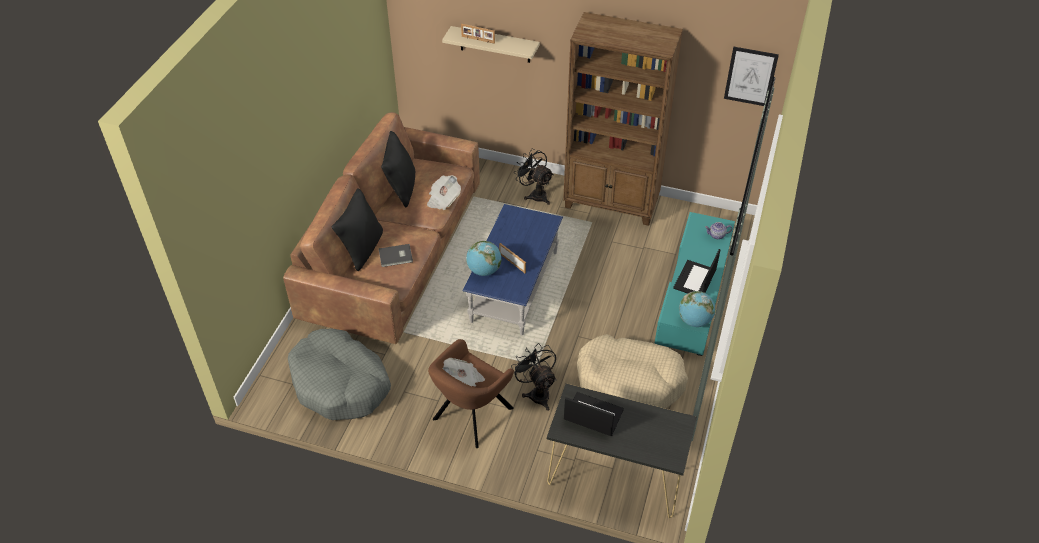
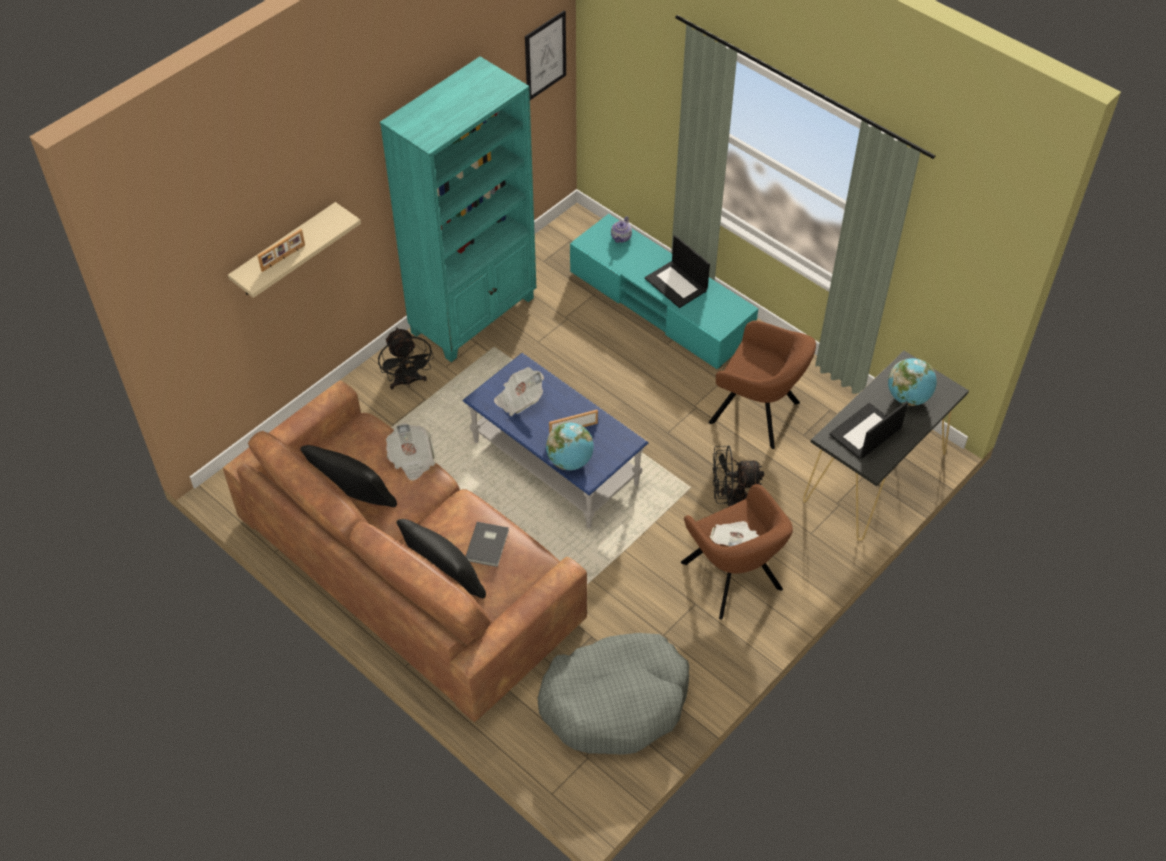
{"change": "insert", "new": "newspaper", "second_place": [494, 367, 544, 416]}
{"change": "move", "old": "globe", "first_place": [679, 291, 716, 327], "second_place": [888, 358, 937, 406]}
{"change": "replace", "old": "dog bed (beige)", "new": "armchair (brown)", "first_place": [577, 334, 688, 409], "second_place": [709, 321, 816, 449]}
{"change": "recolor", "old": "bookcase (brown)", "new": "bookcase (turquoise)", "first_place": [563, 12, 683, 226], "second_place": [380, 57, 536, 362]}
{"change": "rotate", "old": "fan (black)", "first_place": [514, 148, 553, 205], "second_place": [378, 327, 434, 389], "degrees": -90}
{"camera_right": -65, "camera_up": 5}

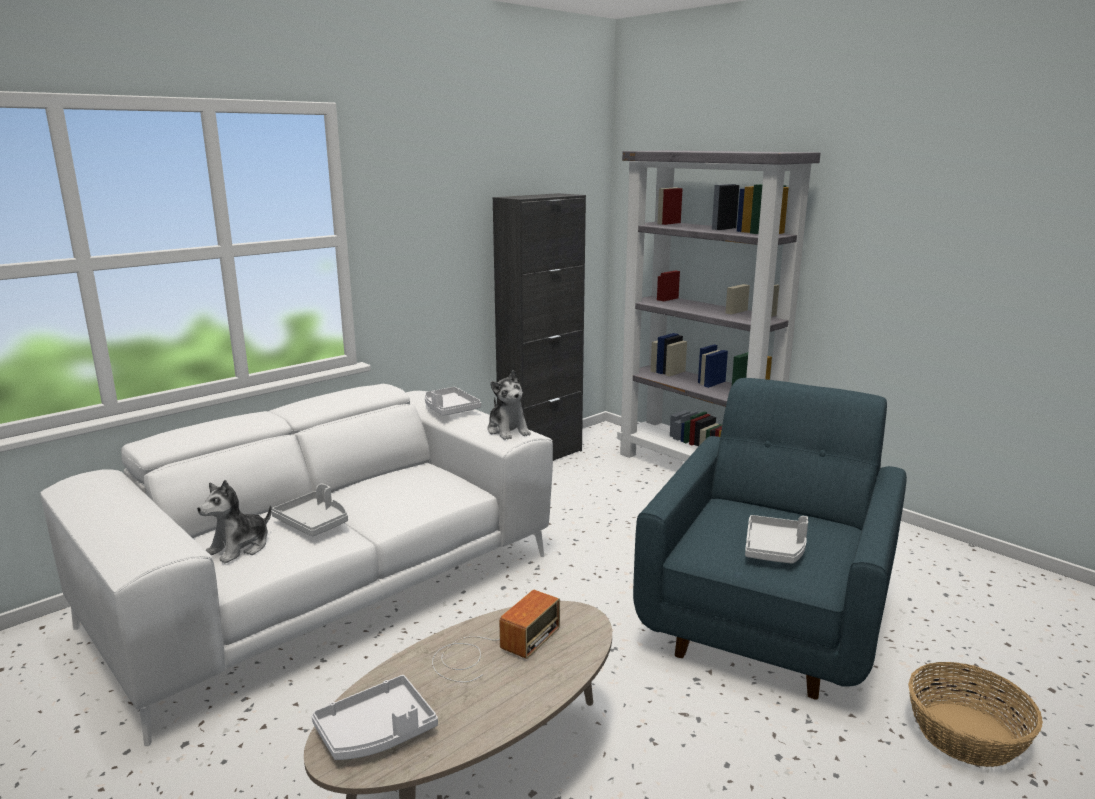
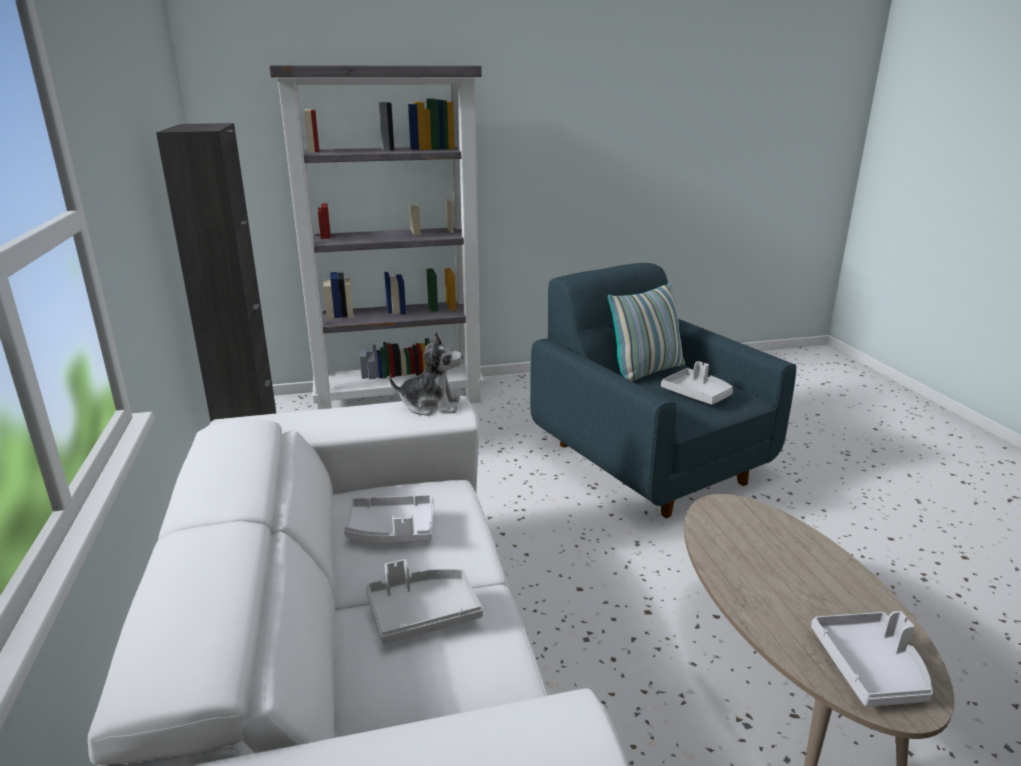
{"change": "delete", "old": "plush toy", "first_place": [197, 480, 272, 563]}
{"change": "delete", "old": "radio", "first_place": [432, 590, 560, 682]}
{"change": "delete", "old": "basket", "first_place": [908, 662, 1043, 767]}
{"change": "insert", "new": "pillow", "second_place": [608, 282, 685, 381]}
{"change": "move", "old": "tray (white)", "first_place": [425, 387, 481, 416], "second_place": [344, 495, 433, 543]}
{"camera_right": -60, "camera_up": 5}

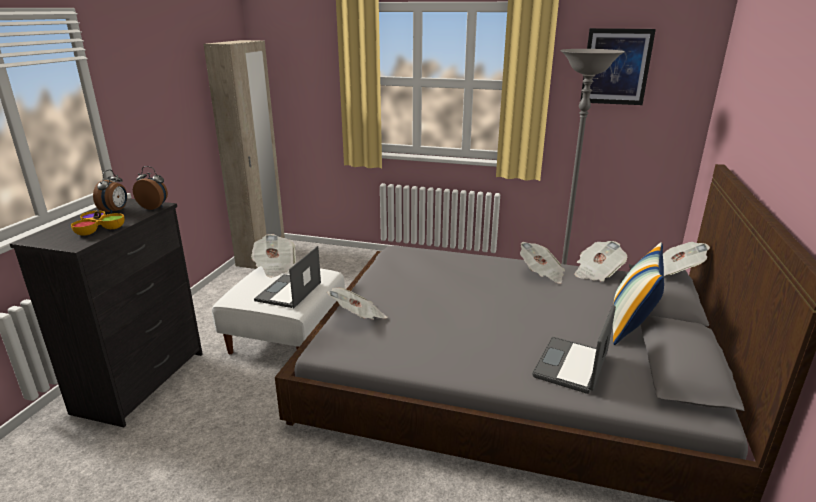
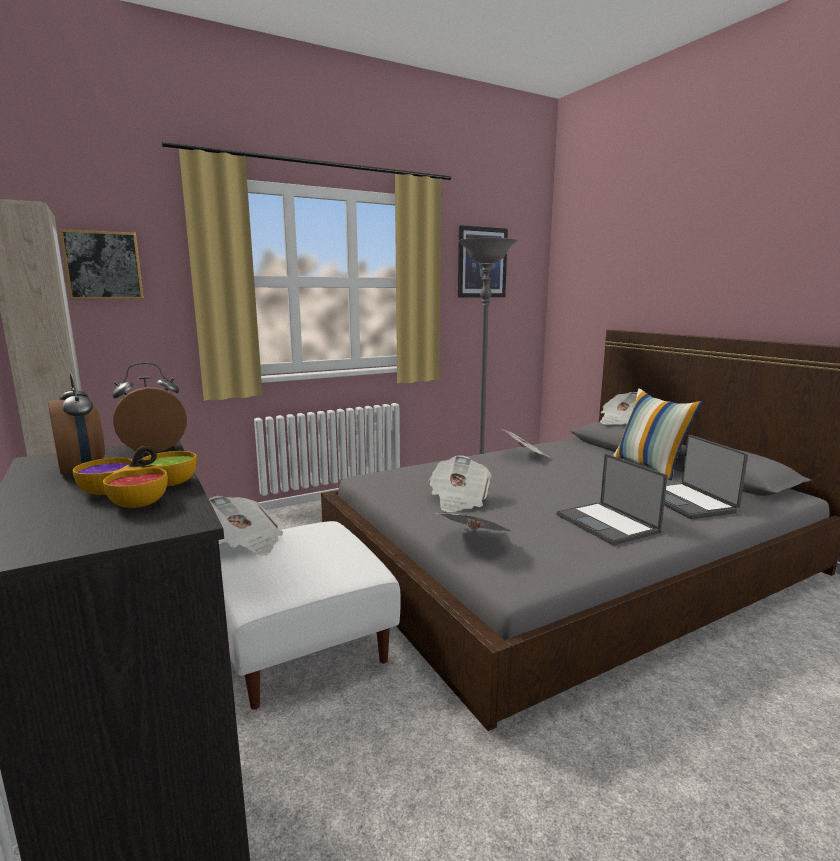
{"change": "insert", "new": "picture", "second_place": [59, 229, 144, 299]}
{"change": "move", "old": "laptop", "first_place": [254, 246, 321, 308], "second_place": [556, 453, 668, 546]}
{"change": "move", "old": "newspaper", "first_place": [574, 241, 627, 281], "second_place": [429, 455, 491, 512]}
{"camera_right": -45, "camera_up": -10}

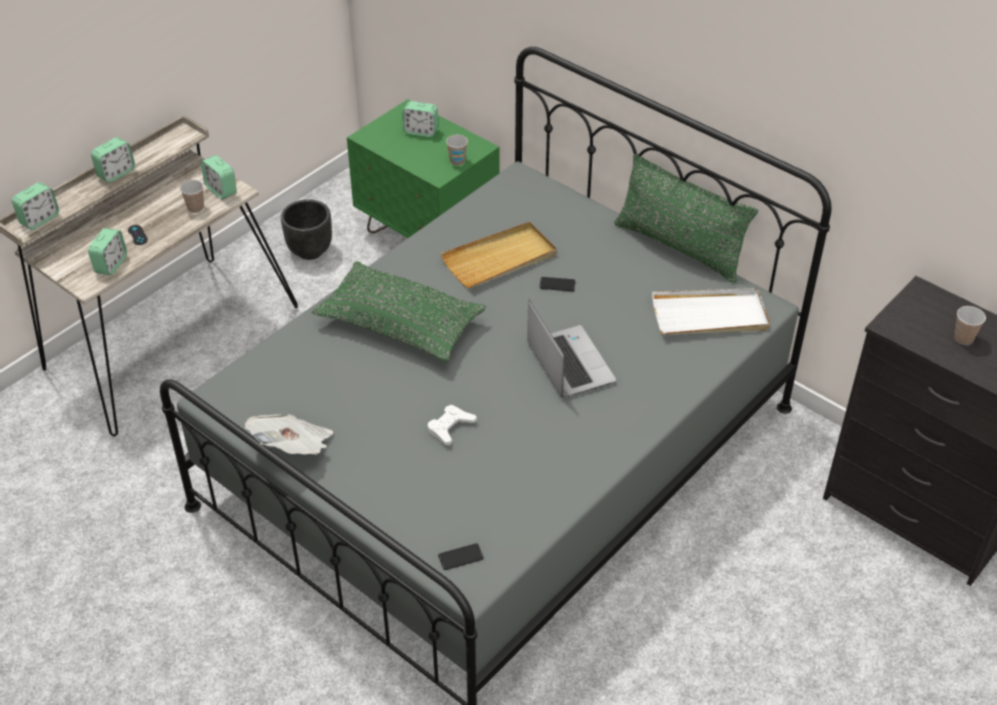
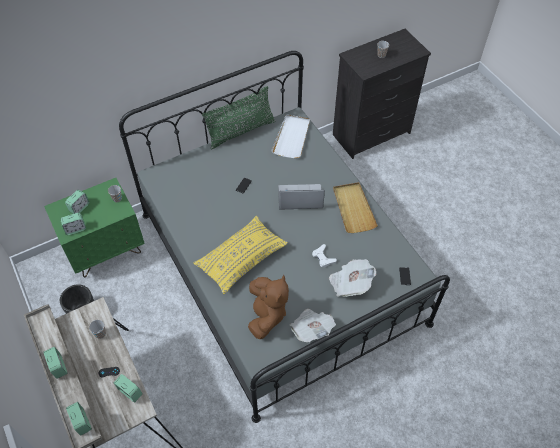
{"change": "insert", "new": "plush toy (brown)", "second_place": [248, 275, 289, 339]}
{"change": "insert", "new": "newspaper", "second_place": [329, 259, 376, 297]}
{"change": "move", "old": "alarm clock", "first_place": [201, 155, 237, 199], "second_place": [61, 213, 86, 235]}
{"change": "move", "old": "tray (beige)", "first_place": [441, 222, 557, 288], "second_place": [333, 182, 378, 233]}
{"change": "recolor", "old": "pillow (green)", "new": "pillow (yellow)", "first_place": [312, 261, 486, 362], "second_place": [194, 216, 288, 294]}
{"camera_right": -70, "camera_up": 10}

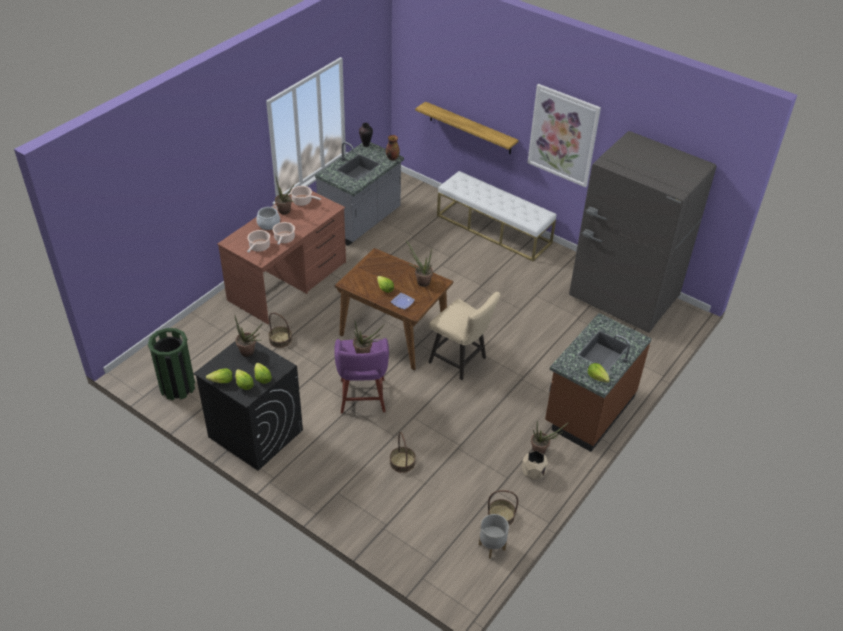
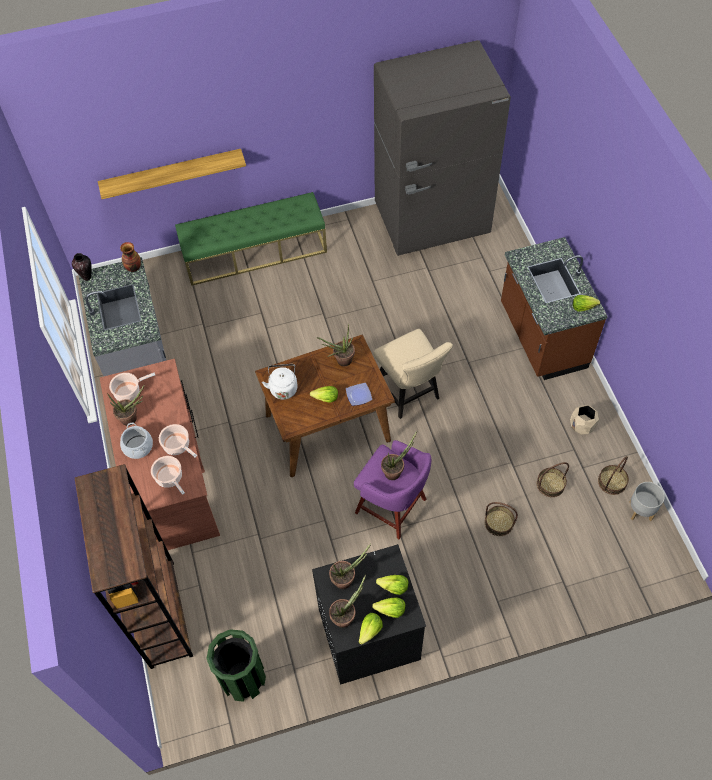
{"change": "delete", "old": "picture", "first_place": [527, 84, 601, 188]}
{"change": "insert", "new": "bookcase (brown)", "second_place": [74, 464, 193, 669]}
{"change": "insert", "new": "kettle (white)", "second_place": [262, 364, 298, 400]}
{"change": "move", "old": "basket", "first_place": [268, 312, 292, 348], "second_place": [537, 462, 569, 497]}
{"change": "move", "old": "potted plant", "first_place": [531, 420, 569, 454], "second_place": [329, 574, 366, 628]}
{"change": "recolor", "old": "bench (white)", "new": "bench (green)", "first_place": [437, 171, 557, 261], "second_place": [175, 192, 327, 286]}
{"change": "rotate", "old": "chair (beige)", "first_place": [428, 292, 501, 380], "second_place": [373, 329, 453, 419], "degrees": 75}
{"camera_right": -50, "camera_up": 15}

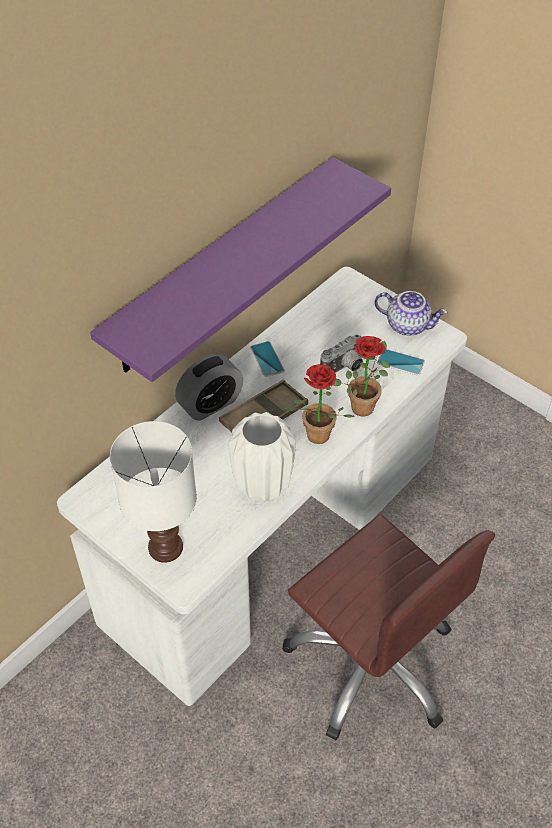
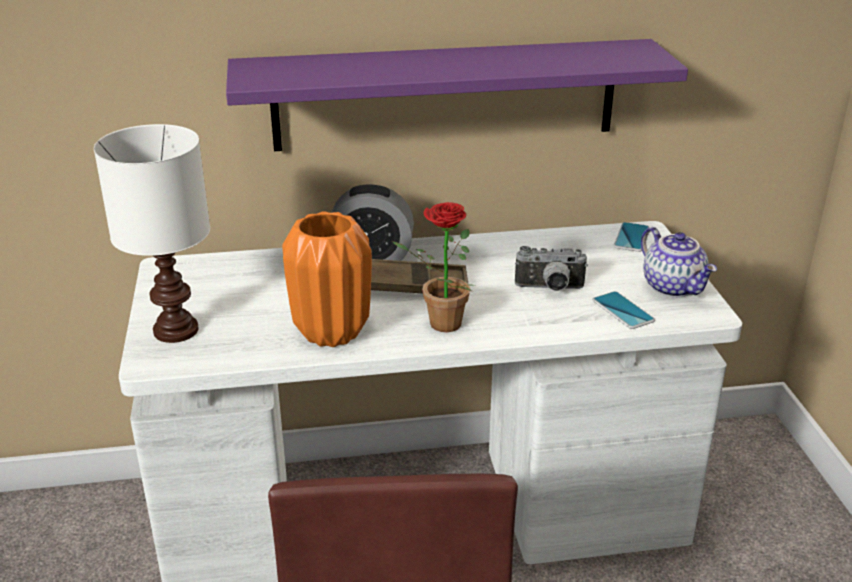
{"change": "delete", "old": "potted plant", "first_place": [333, 336, 390, 417]}
{"change": "move", "old": "phone", "first_place": [250, 341, 285, 377], "second_place": [613, 222, 649, 252]}
{"change": "recolor", "old": "vase (white)", "new": "vase (orange)", "first_place": [228, 412, 296, 502], "second_place": [282, 211, 372, 347]}
{"camera_right": 40, "camera_up": -20}

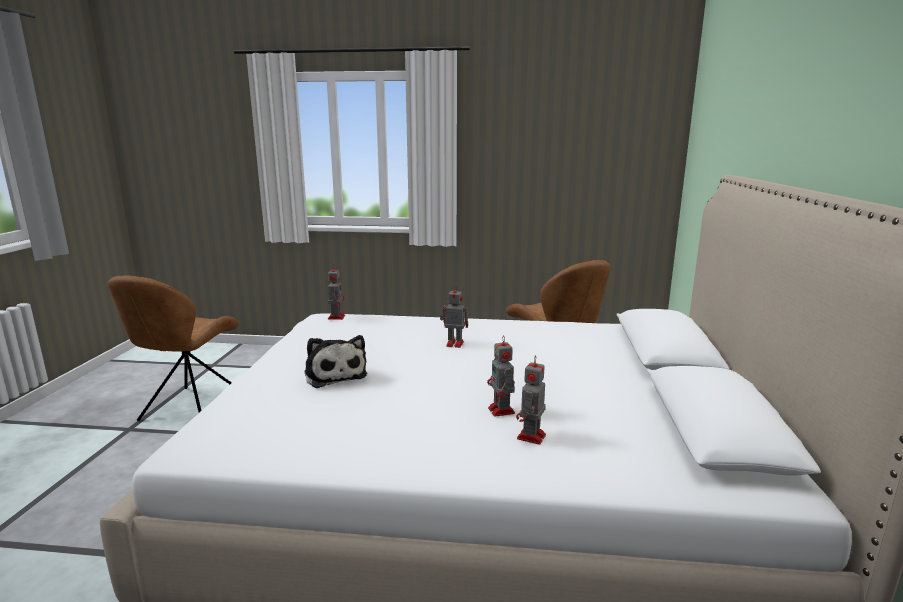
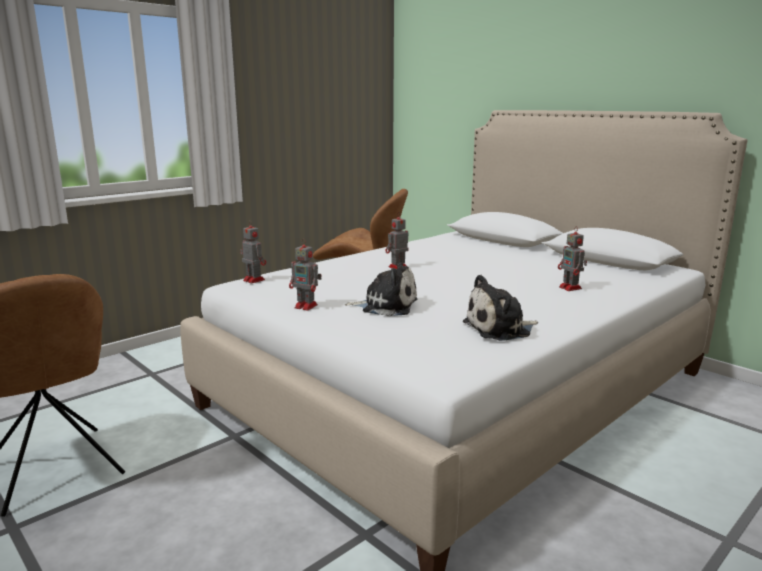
{"change": "insert", "new": "plush toy", "second_place": [463, 275, 538, 341]}
{"change": "move", "old": "toy robot", "first_place": [487, 335, 515, 417], "second_place": [289, 239, 322, 311]}
{"camera_right": -50, "camera_up": 0}

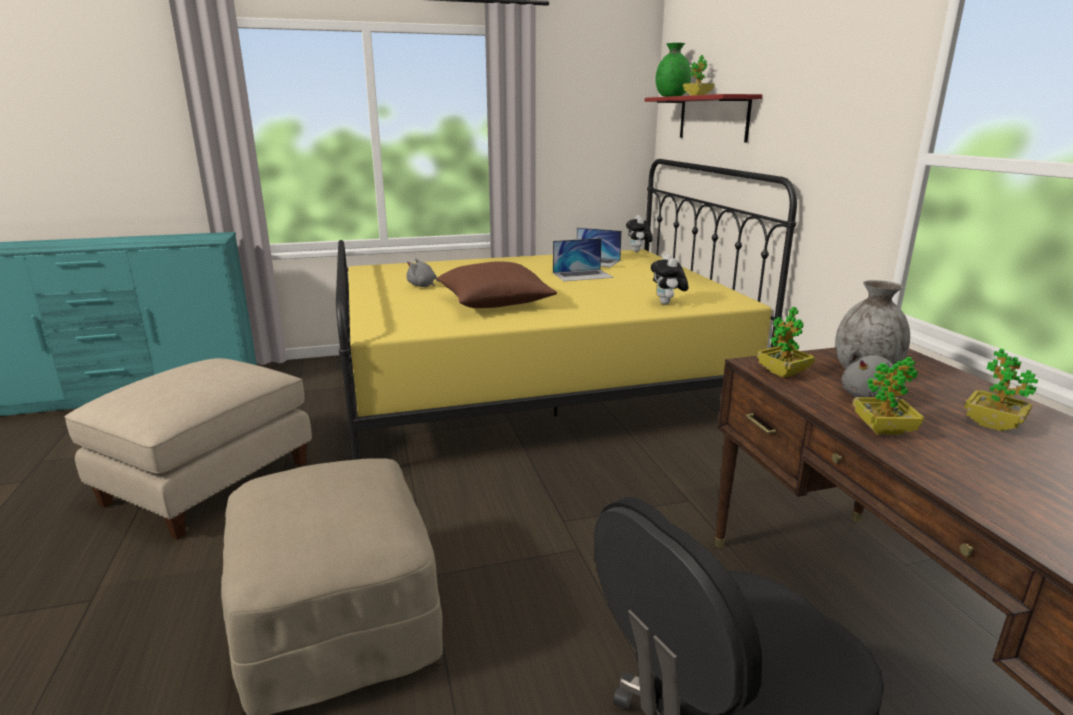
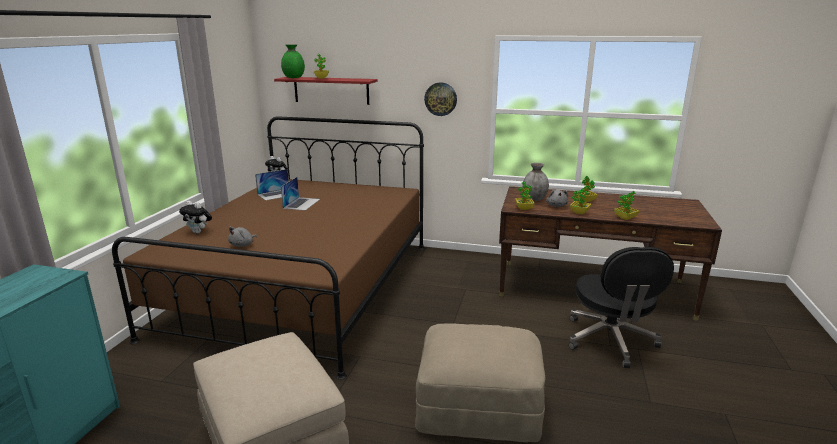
{"change": "delete", "old": "pillow (brown)", "first_place": [437, 261, 557, 308]}
{"change": "insert", "new": "wall clock", "second_place": [424, 82, 457, 116]}
{"change": "insert", "new": "potted plant", "second_place": [614, 191, 639, 220]}
{"change": "move", "old": "plush toy", "first_place": [651, 254, 688, 305], "second_place": [179, 201, 212, 234]}
{"change": "recolor", "old": "bed (yellow)", "new": "bed (brown)", "first_place": [336, 159, 797, 460], "second_place": [112, 116, 425, 380]}
{"camera_right": -60, "camera_up": 0}

